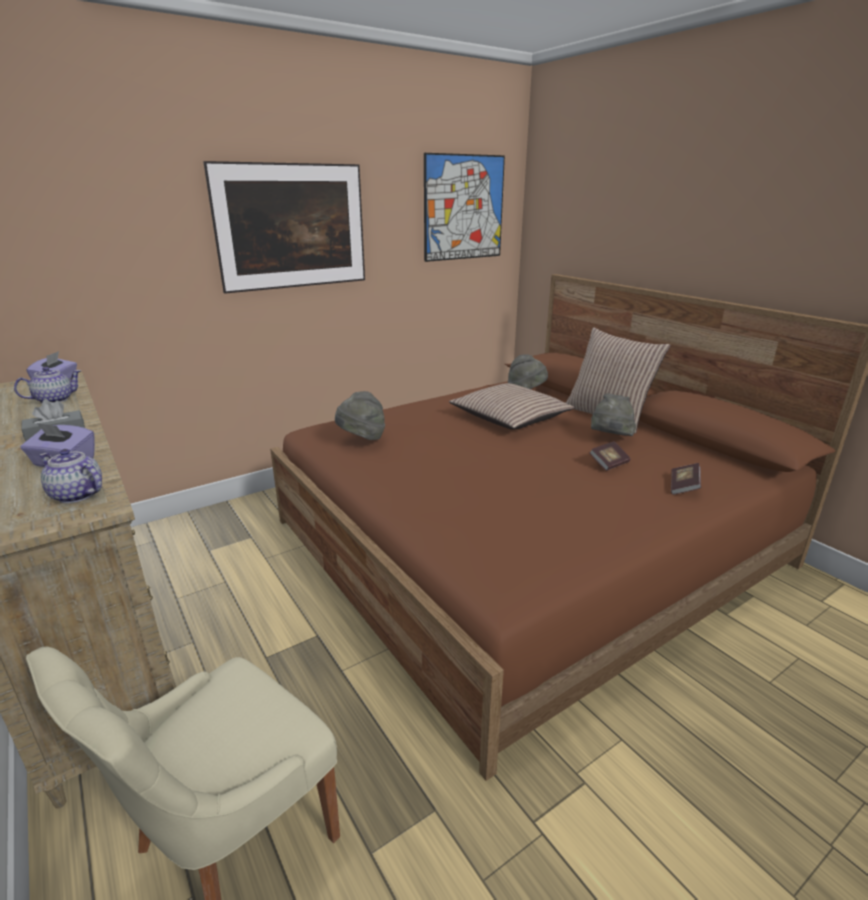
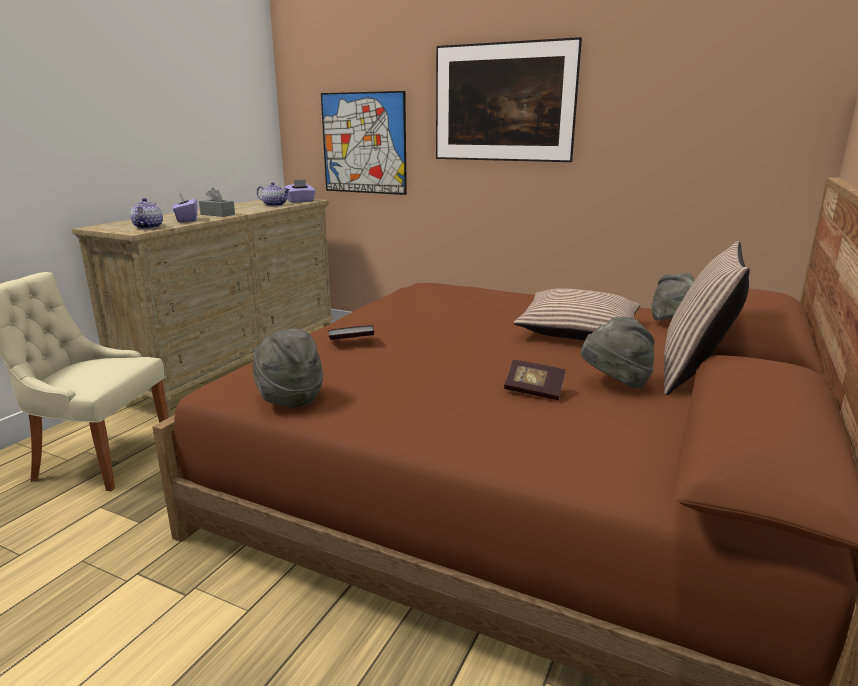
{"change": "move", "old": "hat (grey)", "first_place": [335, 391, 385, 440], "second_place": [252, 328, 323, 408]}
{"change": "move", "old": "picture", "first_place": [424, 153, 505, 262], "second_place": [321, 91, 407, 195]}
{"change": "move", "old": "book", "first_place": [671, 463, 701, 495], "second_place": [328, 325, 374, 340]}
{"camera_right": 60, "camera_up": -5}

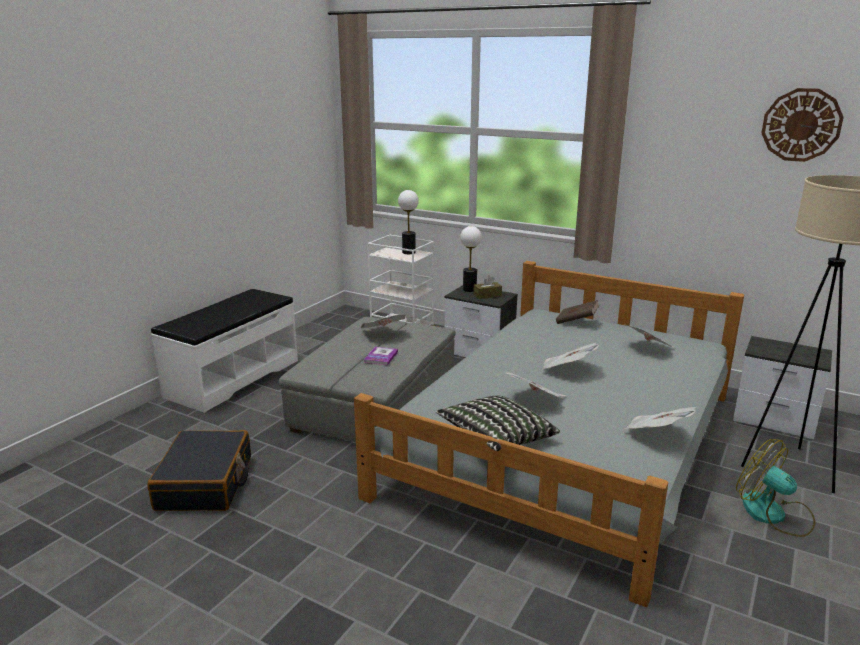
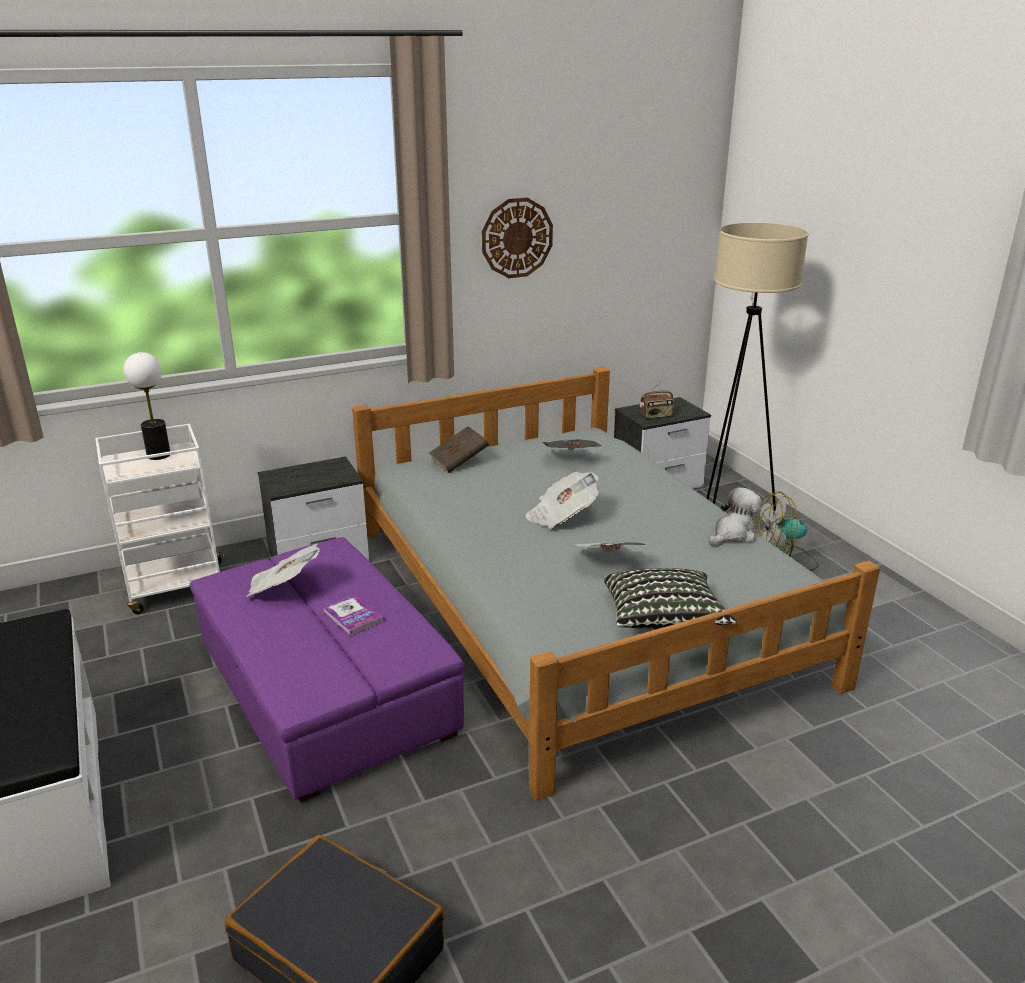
{"change": "delete", "old": "table lamp", "first_place": [460, 226, 482, 292]}
{"change": "delete", "old": "tissue box (brown)", "first_place": [473, 275, 502, 299]}
{"change": "insert", "new": "radio", "second_place": [640, 380, 674, 418]}
{"change": "move", "old": "wall clock", "first_place": [761, 88, 844, 162], "second_place": [482, 198, 553, 278]}
{"change": "replace", "old": "newspaper", "new": "plush toy", "first_place": [624, 407, 696, 429], "second_place": [709, 487, 762, 546]}
{"change": "recolor", "old": "ottoman (grey)", "new": "ottoman (purple)", "first_place": [278, 317, 456, 442], "second_place": [190, 537, 464, 802]}
{"camera_right": -55, "camera_up": 5}

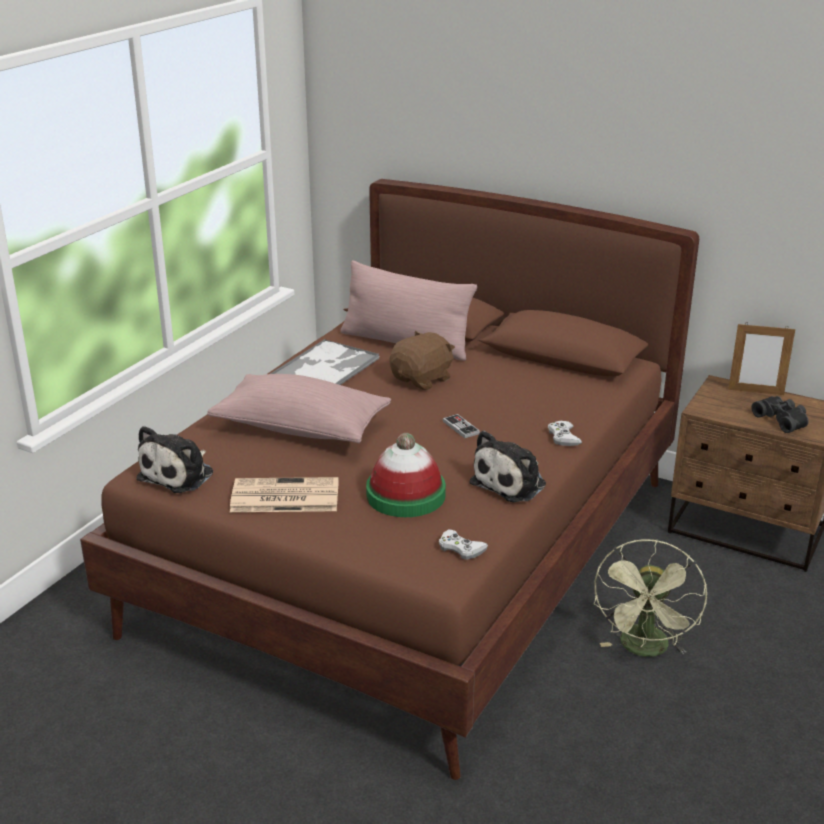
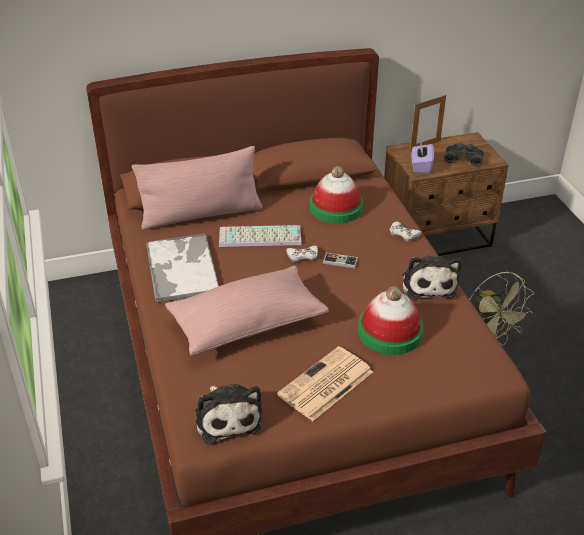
{"change": "insert", "new": "hat", "second_place": [310, 166, 363, 224]}
{"change": "insert", "new": "tissue box (purple)", "second_place": [411, 143, 434, 174]}
{"change": "move", "old": "game controller (white)", "first_place": [439, 529, 488, 560], "second_place": [286, 246, 318, 262]}
{"change": "replace", "old": "plush toy (brown)", "new": "keyboard", "first_place": [389, 331, 455, 391], "second_place": [219, 225, 302, 247]}
{"camera_right": -45, "camera_up": 10}

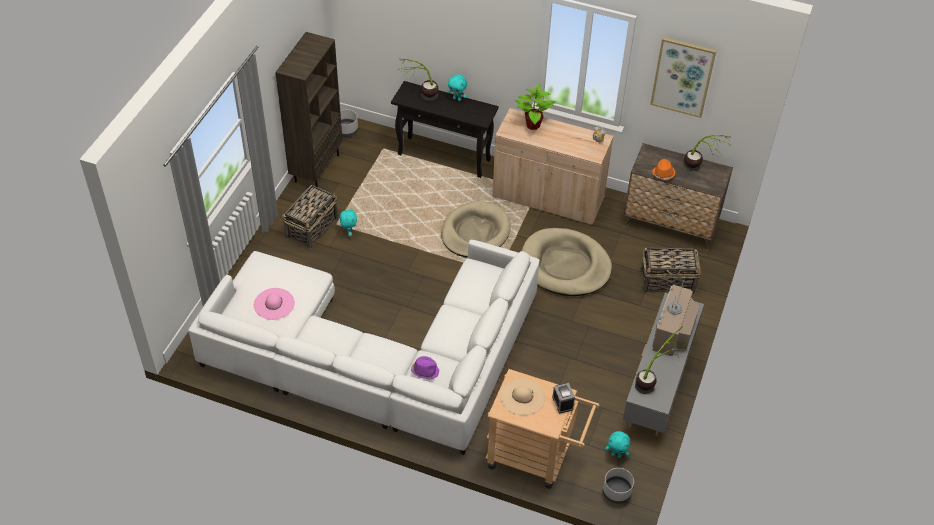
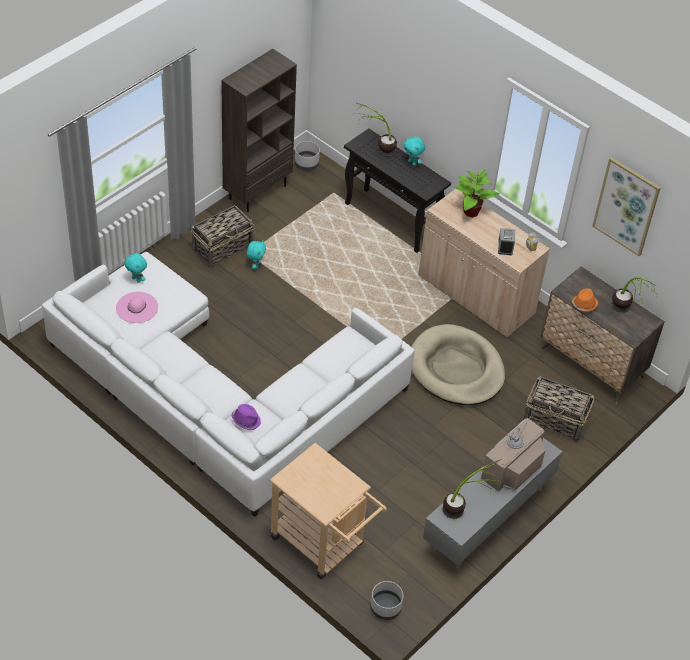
{"change": "delete", "old": "dog bed (beige)", "first_place": [441, 201, 511, 258]}
{"change": "delete", "old": "hat (beige)", "first_place": [500, 378, 545, 415]}
{"change": "move", "old": "alarm clock", "first_place": [552, 383, 575, 414], "second_place": [498, 228, 515, 255]}
{"change": "move", "old": "plush toy (turquoise)", "first_place": [606, 431, 630, 458], "second_place": [124, 253, 147, 283]}
{"camera_right": 20, "camera_up": 0}

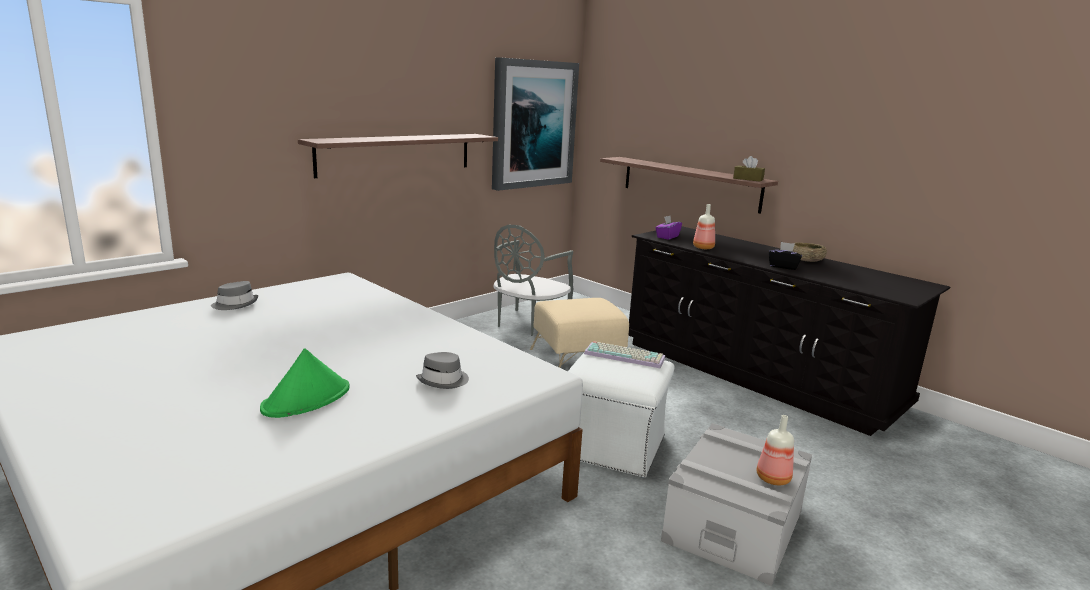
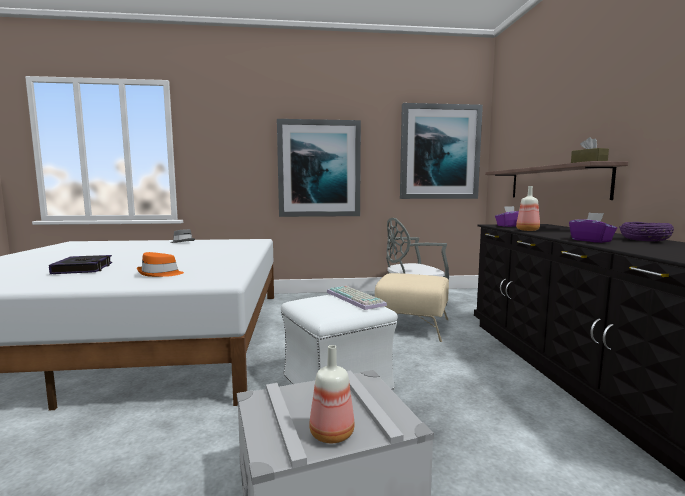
{"change": "replace", "old": "hat (green)", "new": "book", "first_place": [260, 349, 350, 418], "second_place": [49, 255, 112, 274]}
{"change": "replace", "old": "shelf", "new": "picture", "first_place": [298, 134, 498, 178], "second_place": [277, 119, 361, 217]}
{"change": "recolor", "old": "hat (grey)", "new": "hat (orange)", "first_place": [416, 352, 469, 389], "second_place": [137, 252, 184, 277]}
{"change": "recolor", "old": "tissue box (black)", "new": "tissue box (purple)", "first_place": [769, 242, 802, 270], "second_place": [569, 213, 617, 243]}
{"change": "recolor", "old": "bowl (beige)", "new": "bowl (purple)", "first_place": [792, 242, 827, 262], "second_place": [619, 222, 674, 241]}
{"camera_right": 40, "camera_up": -10}

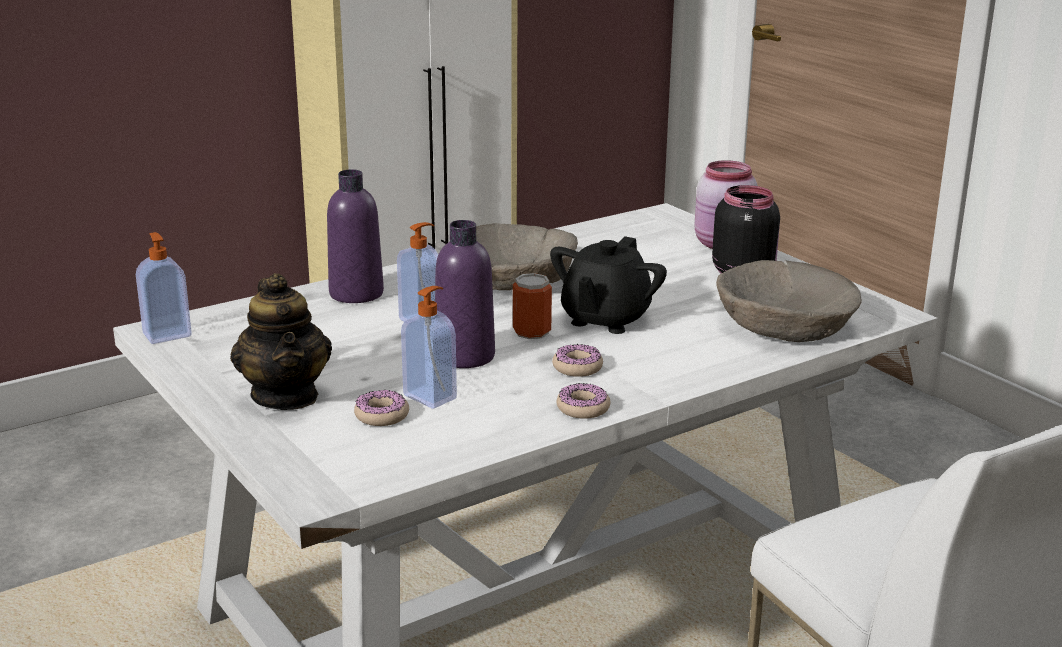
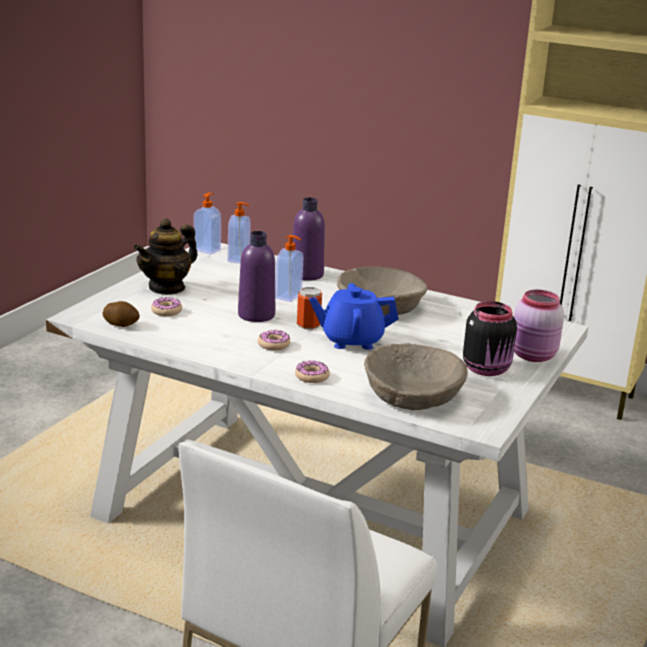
{"change": "insert", "new": "potato", "second_place": [103, 301, 140, 327]}
{"change": "move", "old": "soap dispenser", "first_place": [401, 286, 457, 409], "second_place": [228, 202, 251, 264]}
{"change": "move", "old": "donut", "first_place": [556, 383, 611, 419], "second_place": [295, 360, 330, 383]}
{"change": "recolor", "old": "teapot (black)", "new": "teapot (blue)", "first_place": [550, 236, 667, 334], "second_place": [309, 283, 399, 350]}
{"camera_right": 60, "camera_up": 0}

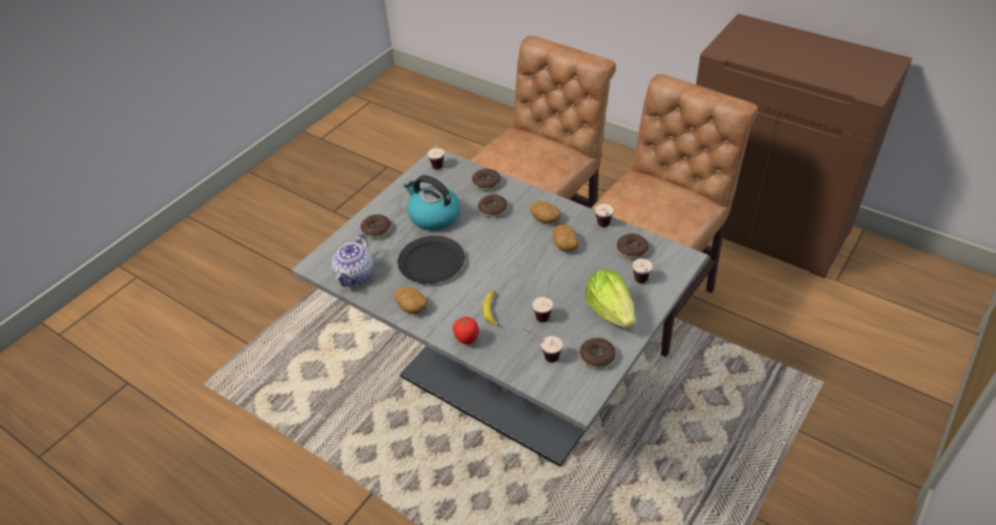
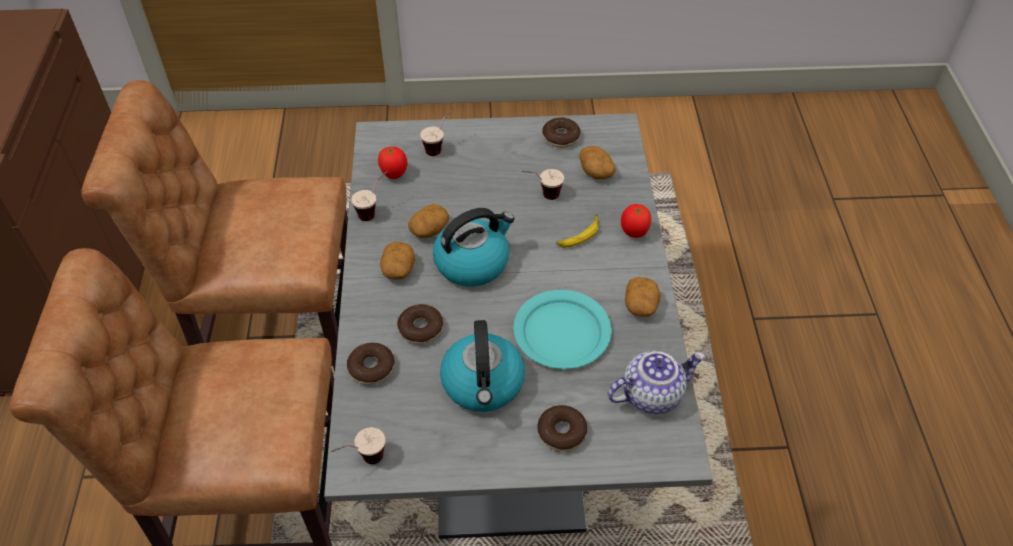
{"change": "delete", "old": "lettuce", "first_place": [585, 269, 636, 329]}
{"change": "insert", "new": "kettle", "second_place": [433, 208, 515, 287]}
{"change": "replace", "old": "cup", "new": "potato", "first_place": [524, 329, 563, 363], "second_place": [579, 146, 616, 180]}
{"change": "replace", "old": "donut", "new": "tomato", "first_place": [617, 234, 649, 259], "second_place": [378, 146, 407, 179]}
{"change": "recolor", "old": "plate (black)", "new": "plate (turquoise)", "first_place": [398, 236, 465, 284], "second_place": [513, 290, 612, 369]}
{"camera_right": -130, "camera_up": 5}

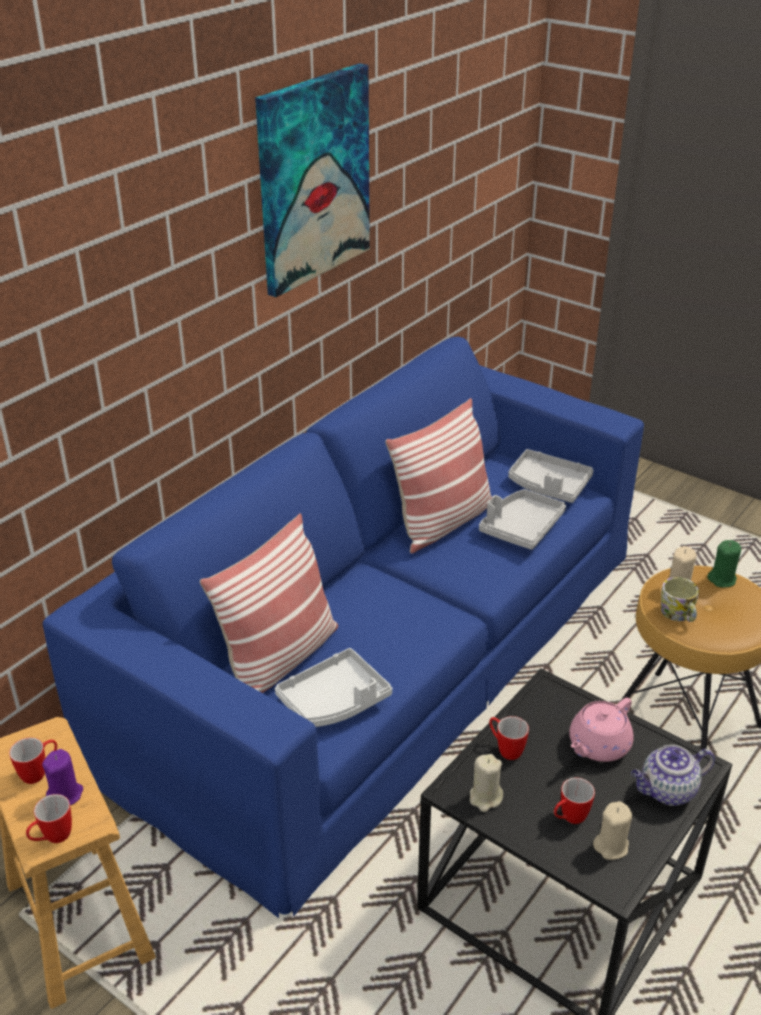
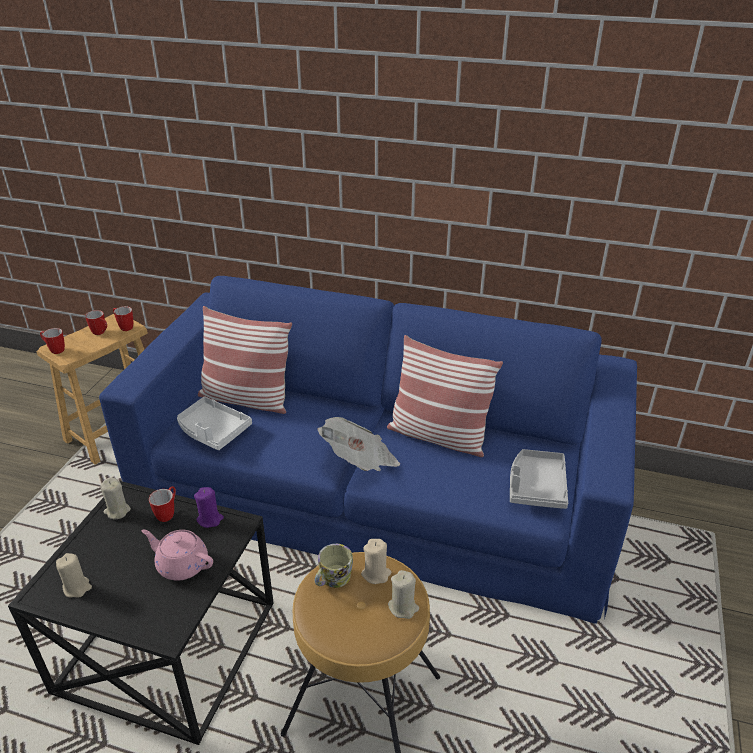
{"change": "delete", "old": "picture", "first_place": [255, 63, 370, 297]}
{"change": "delete", "old": "tray (grey)", "first_place": [479, 489, 566, 550]}
{"change": "delete", "old": "teapot", "first_place": [631, 745, 715, 806]}
{"change": "insert", "new": "newspaper", "second_place": [318, 417, 400, 471]}
{"change": "move", "old": "candle (purple)", "first_place": [42, 749, 83, 805], "second_place": [194, 487, 224, 528]}
{"change": "move", "old": "mug", "first_place": [554, 777, 595, 824], "second_place": [113, 306, 133, 331]}
{"change": "recolor", "old": "candle (green)", "new": "candle (beige)", "first_place": [707, 540, 741, 587], "second_place": [388, 570, 419, 619]}
{"camera_right": 70, "camera_up": 0}

